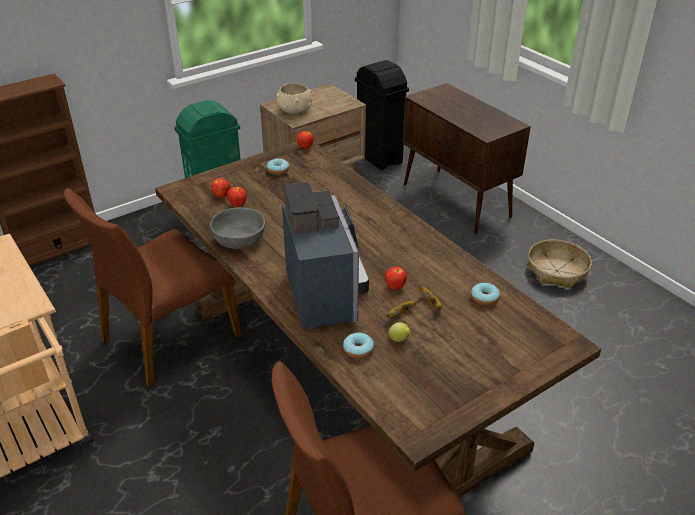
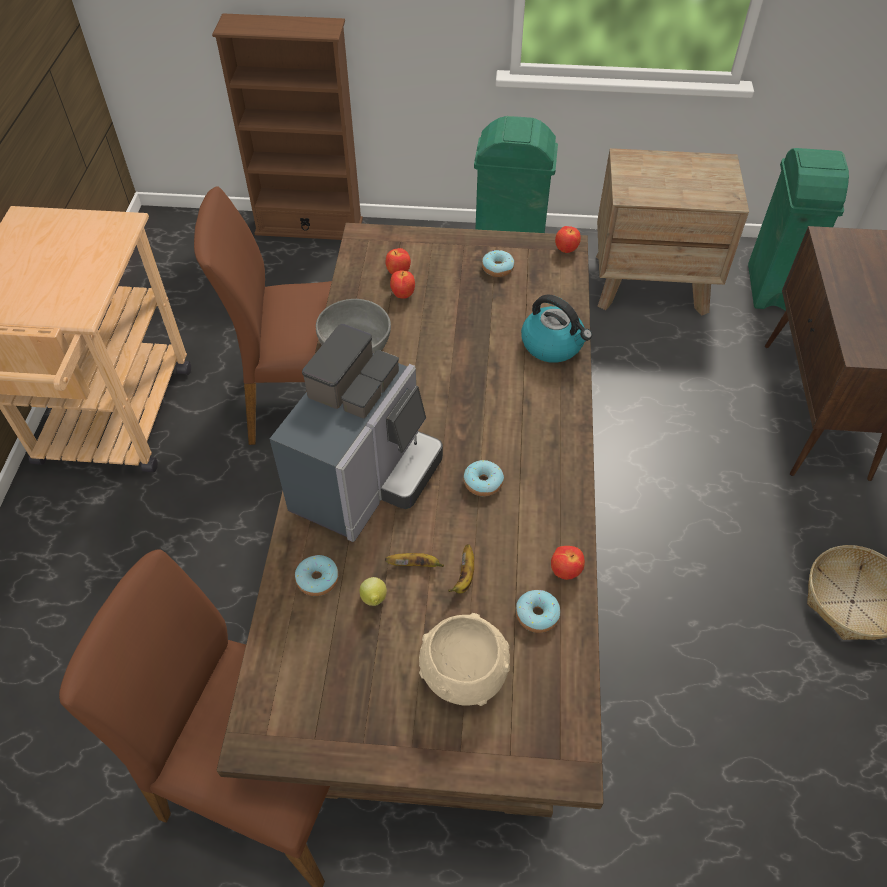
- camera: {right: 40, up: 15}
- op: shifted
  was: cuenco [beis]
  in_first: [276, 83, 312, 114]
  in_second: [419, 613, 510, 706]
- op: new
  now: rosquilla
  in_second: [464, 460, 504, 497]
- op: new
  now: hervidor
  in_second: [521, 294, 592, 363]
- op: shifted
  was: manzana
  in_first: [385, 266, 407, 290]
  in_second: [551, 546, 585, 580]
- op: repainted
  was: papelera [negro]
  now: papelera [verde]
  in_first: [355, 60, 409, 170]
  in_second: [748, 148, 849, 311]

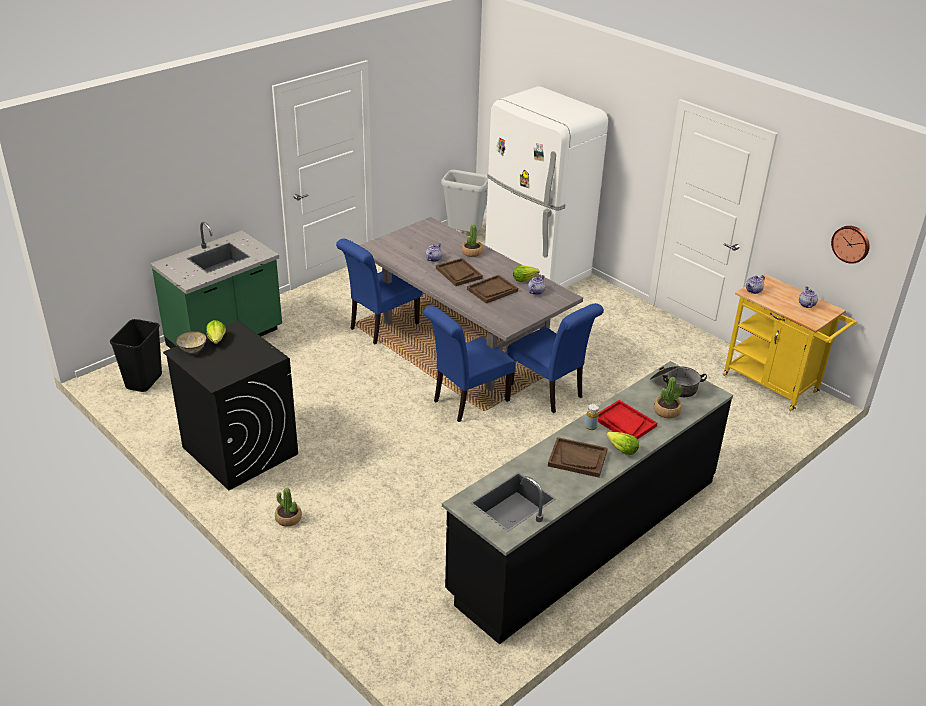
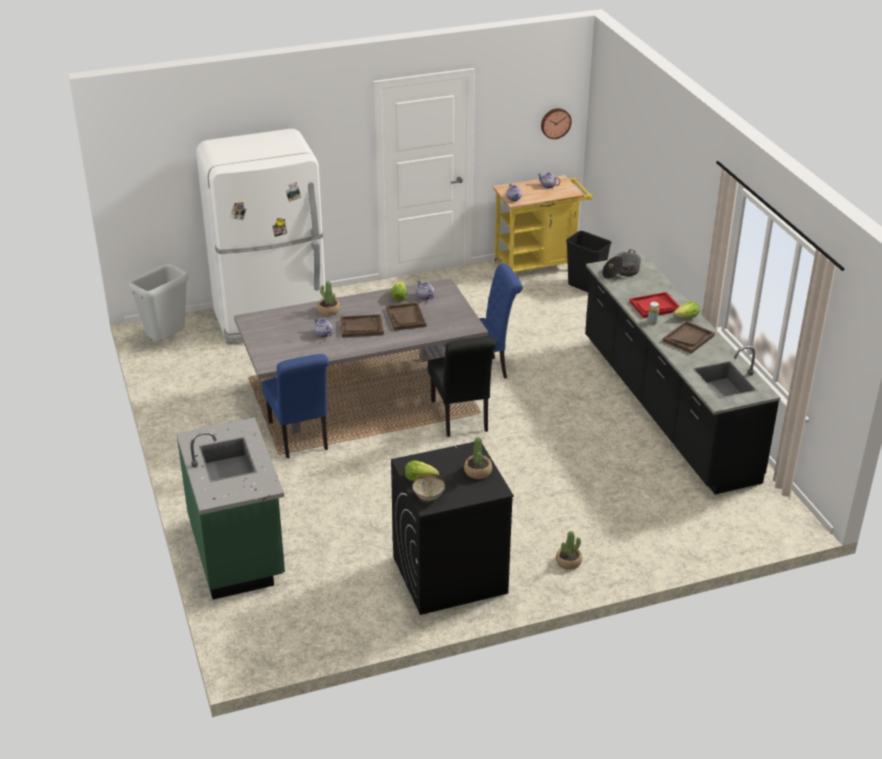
- camera: {right: -65, up: 0}
- op: repainted
  was: silla [azul]
  now: silla [negro]
  in_first: [423, 306, 516, 422]
  in_second: [428, 337, 496, 437]
- op: shifted
  was: planta en maceta
  in_first: [654, 377, 682, 419]
  in_second: [464, 437, 492, 479]
- op: shifted
  was: papelera [negro]
  in_first: [110, 319, 162, 392]
  in_second: [566, 231, 611, 292]

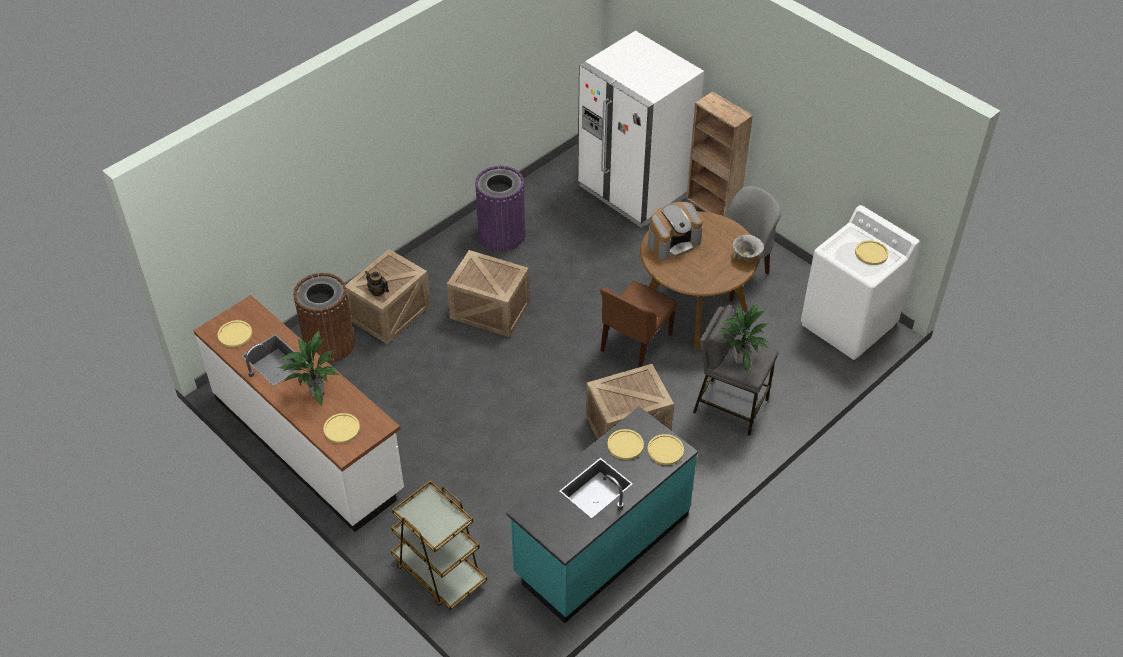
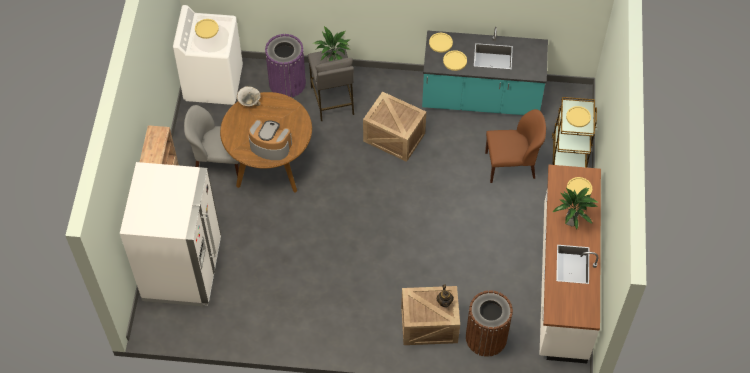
- camera: {right: -130, up: 10}
- op: shifted
  was: papelera [morado]
  in_first: [475, 166, 525, 251]
  in_second: [265, 34, 306, 97]
- op: shifted
  was: silla [marrón]
  in_first: [600, 281, 677, 368]
  in_second: [485, 109, 546, 183]
- op: shifted
  was: plato [amarillo]
  in_first: [218, 320, 252, 348]
  in_second: [566, 106, 591, 127]
- op: gone
  was: caja de embalaje
  in_first: [447, 250, 530, 337]

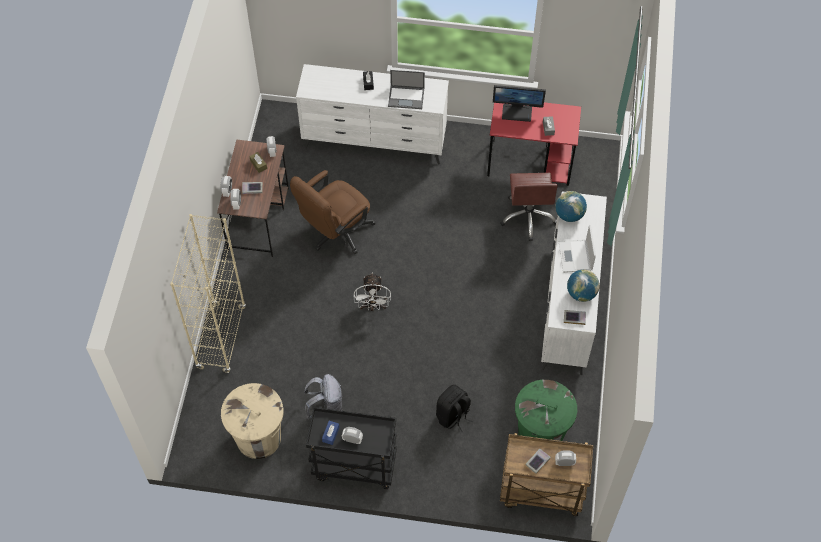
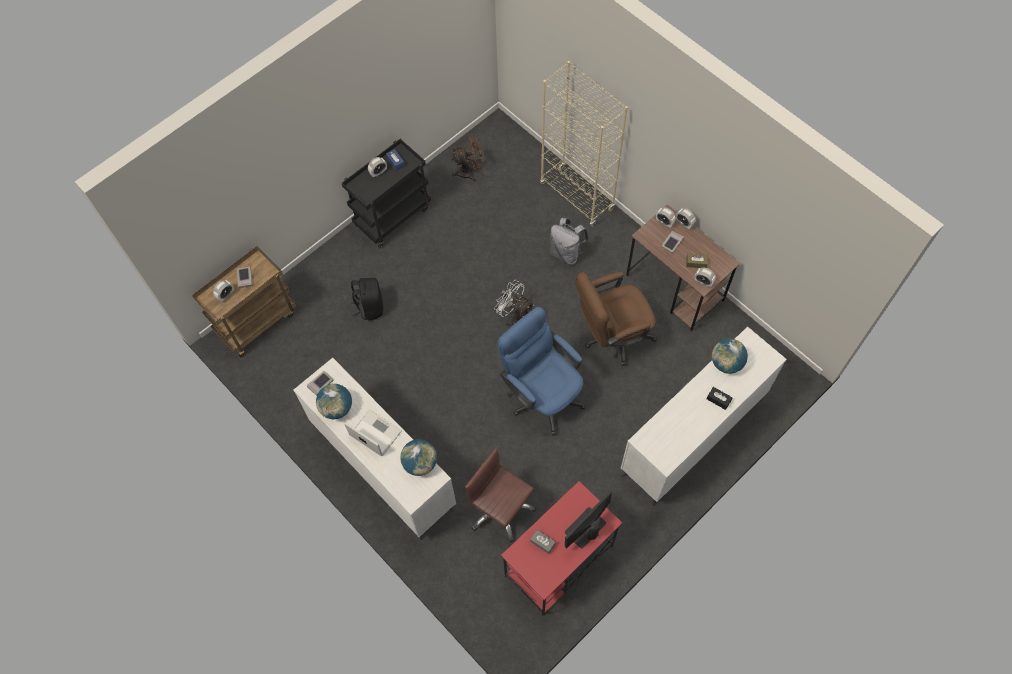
- camera: {right: 130, up: 5}
- op: swapped
  was: papelera [beis]
  now: ventilador [marrón]
  in_first: [221, 383, 284, 459]
  in_second: [451, 134, 485, 181]
- op: new
  now: silla de oficina [azul]
  in_second: [498, 307, 585, 436]
- op: shifted
  was: mochila [gris]
  in_first: [304, 374, 342, 419]
  in_second: [550, 218, 589, 265]
- op: rotated
  was: silla de oficina [marrón]
  in_first: [290, 170, 376, 254]
  in_second: [575, 272, 657, 366]
  clockwise: -105
- op: new
  now: globo terráqueo
  in_second: [712, 339, 748, 374]
- op: gone
  was: portátil
  in_first: [388, 70, 425, 109]
- op: gone
  was: papelera [verde]
  in_first: [515, 380, 577, 441]

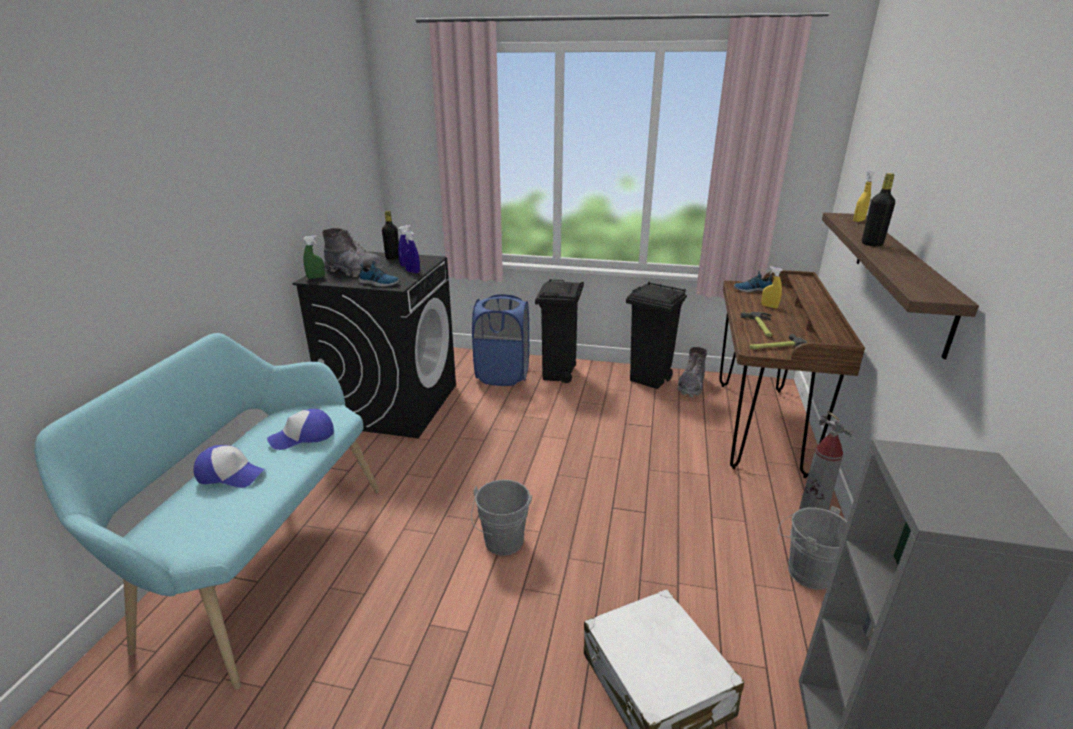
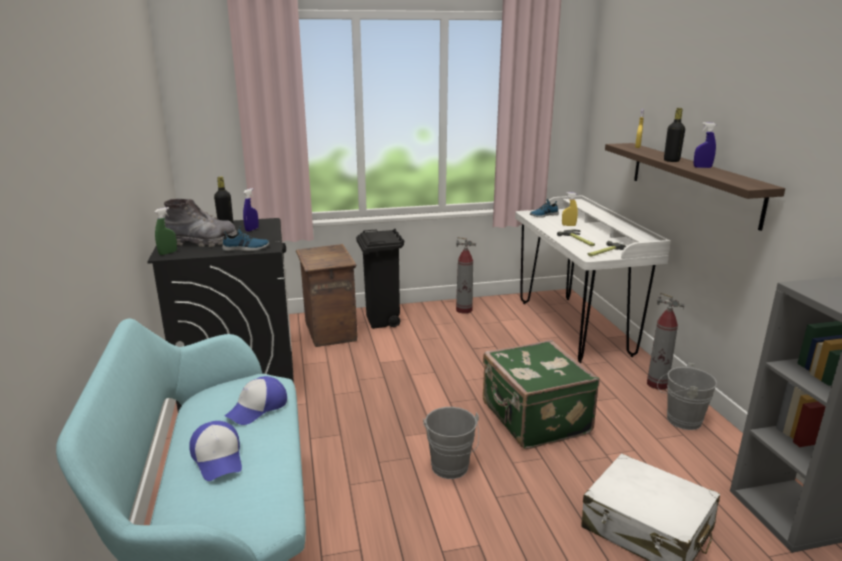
- camera: {right: -25, up: -5}
- op: rotated
  was: gorra
  in_first: [193, 445, 266, 488]
  in_second: [189, 421, 242, 481]
  clockwise: 75
- op: swapped
  was: cesto de la ropa [azul]
  now: caja de embalaje
  in_first: [472, 294, 529, 386]
  in_second: [296, 244, 358, 347]
- op: swapped
  was: papelera [negro]
  now: extintor
  in_first: [626, 282, 687, 389]
  in_second: [456, 237, 476, 314]
- op: new
  now: maleta [verde]
  in_second: [483, 340, 600, 449]
- op: repainted
  was: escritorio [marrón]
  now: escritorio [blanco]
  in_first: [719, 270, 865, 478]
  in_second: [515, 195, 671, 363]
- op: shifted
  was: pulverizador [azul]
  in_first: [403, 231, 420, 274]
  in_second: [693, 122, 716, 168]
- op: gone
  was: bota [gris]
  in_first: [677, 347, 707, 397]

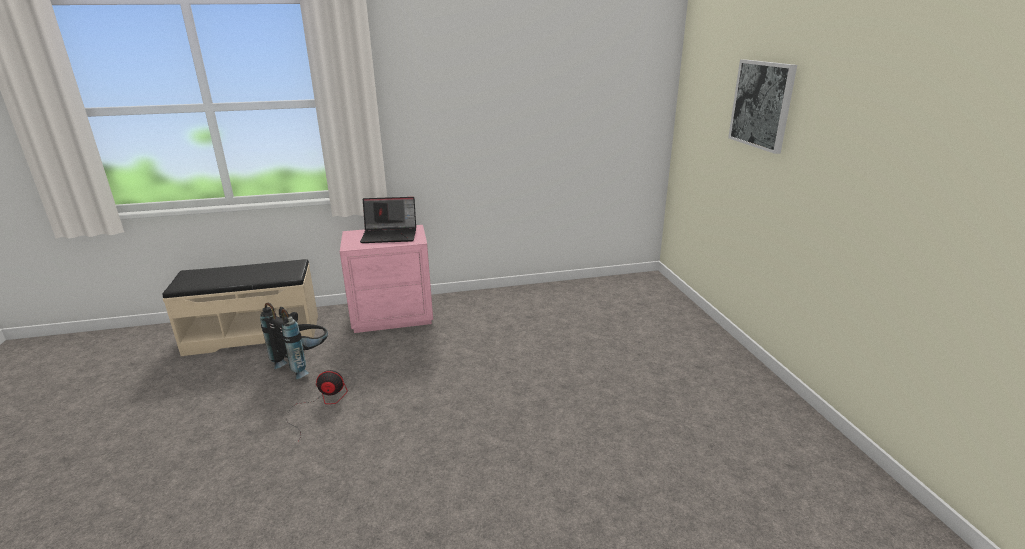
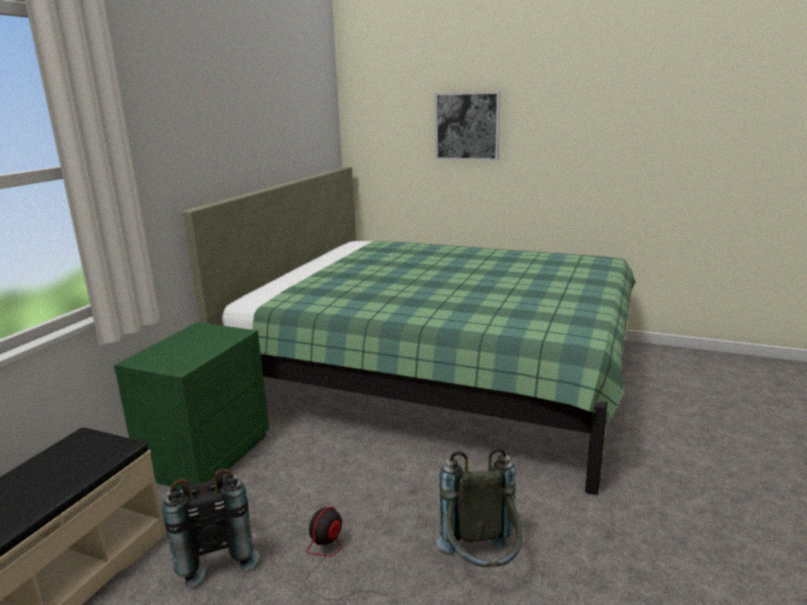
- camera: {right: -55, up: -5}
- op: repainted
  was: mesita de noche [rosa]
  now: mesita de noche [verde]
  in_first: [340, 225, 433, 333]
  in_second: [114, 322, 269, 490]
- op: new
  now: cama [verde]
  in_second: [183, 167, 636, 495]
- op: new
  now: mochila [gris]
  in_second: [436, 448, 523, 567]
- op: gone
  was: portátil
  in_first: [360, 197, 416, 243]

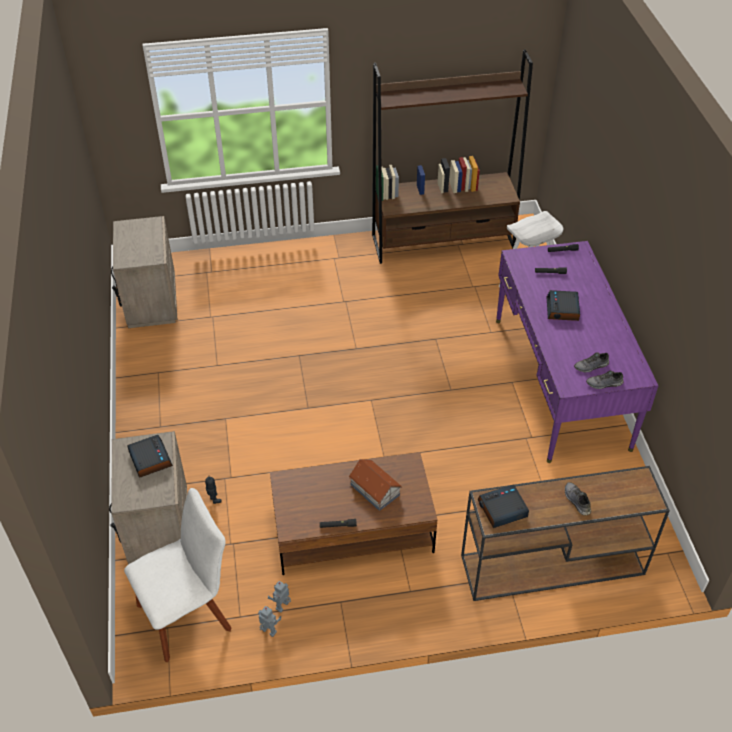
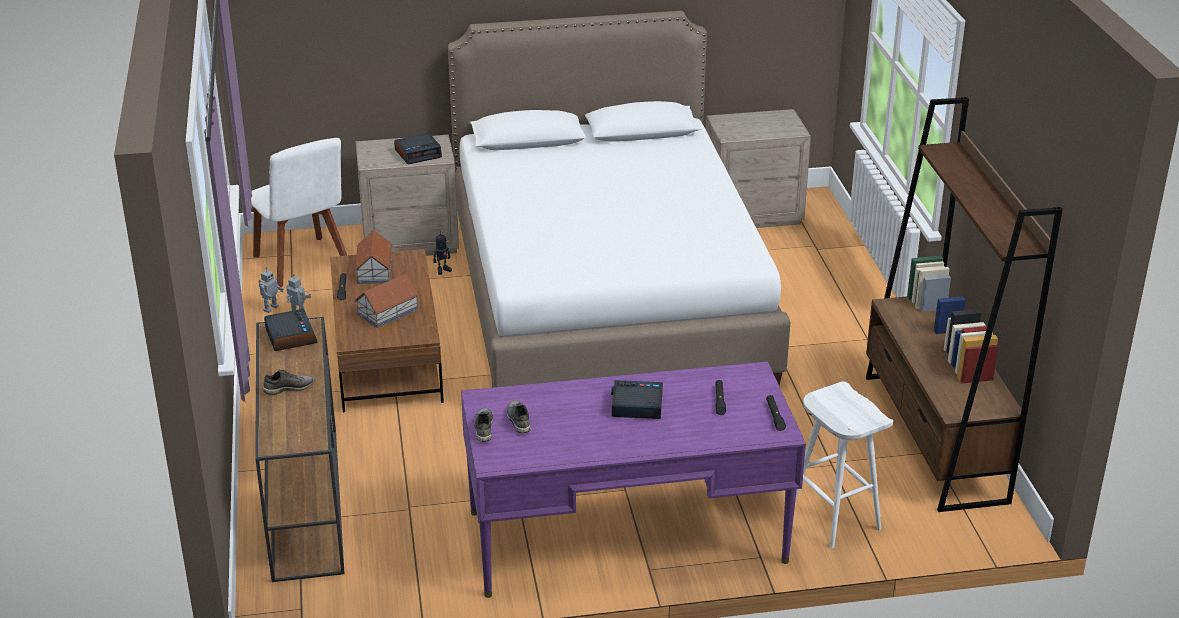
- camera: {right: 90, up: -15}
- op: new
  now: casita
  in_second: [354, 230, 393, 284]
- op: new
  now: cama [blanco]
  in_second: [448, 11, 790, 388]

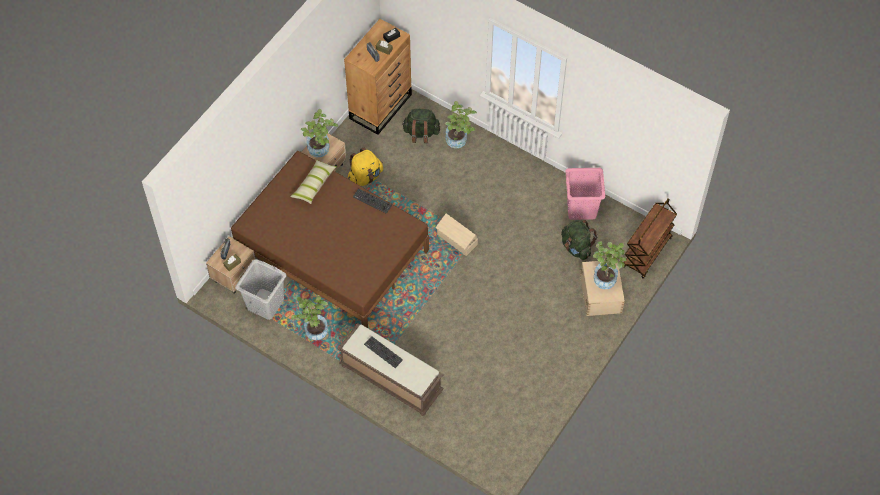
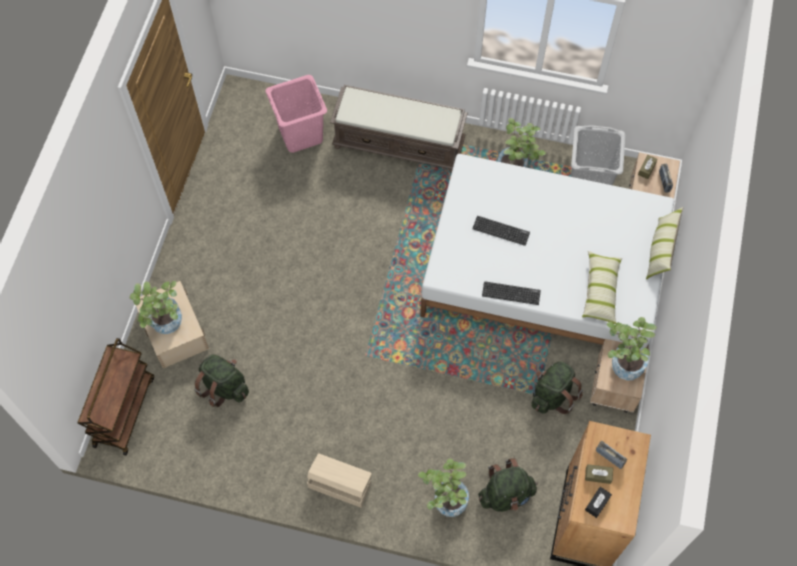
- camera: {right: 160, up: 5}
- op: shifted
  was: cesto de la ropa [rosa]
  in_first: [565, 168, 605, 220]
  in_second: [265, 75, 327, 153]
- op: shifted
  was: caja de almacenaje [beis]
  in_first: [436, 213, 478, 256]
  in_second: [307, 453, 372, 508]
- op: repainted
  was: cama [marrón]
  now: cama [blanco]
  in_first: [231, 151, 429, 328]
  in_second: [420, 154, 674, 348]
- op: shifted
  was: teclado
  in_first: [364, 336, 403, 368]
  in_second: [472, 216, 530, 246]
- op: repainted
  was: mochila [amarillo]
  now: mochila [verde]
  in_first: [347, 147, 383, 186]
  in_second: [531, 361, 583, 414]
- op: new
  now: cojín
  in_second: [646, 207, 683, 280]

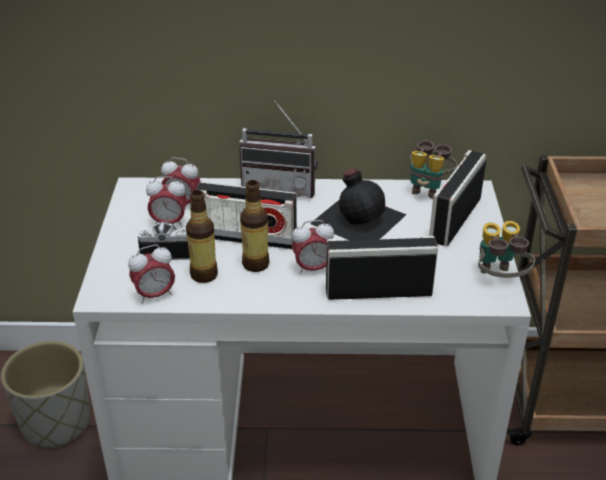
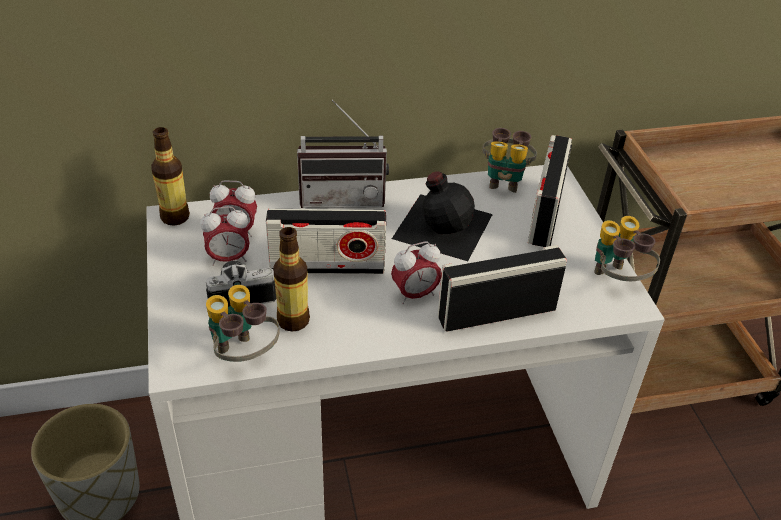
- camera: {right: -15, up: 5}
- op: shifted
  was: botella
  in_first: [240, 180, 270, 272]
  in_second: [151, 127, 190, 226]
- op: swapped
  was: despertador
  now: prismáticos
  in_first: [128, 245, 175, 304]
  in_second: [206, 285, 280, 362]

